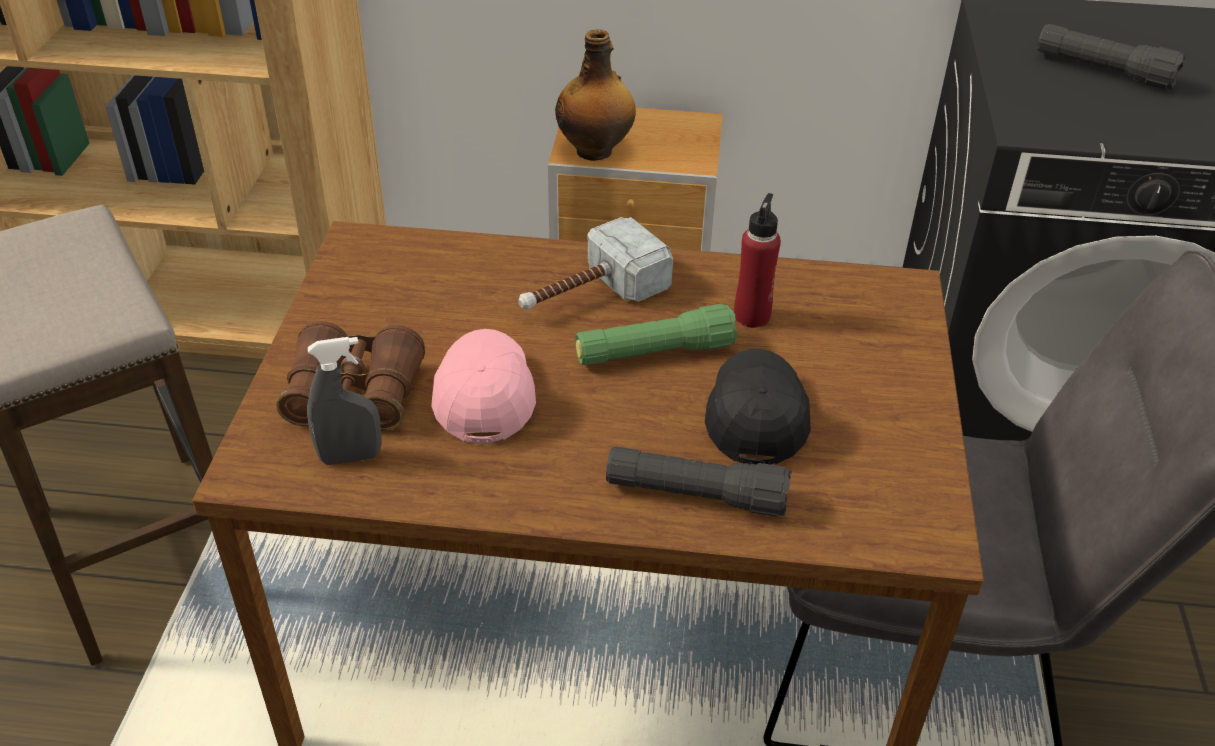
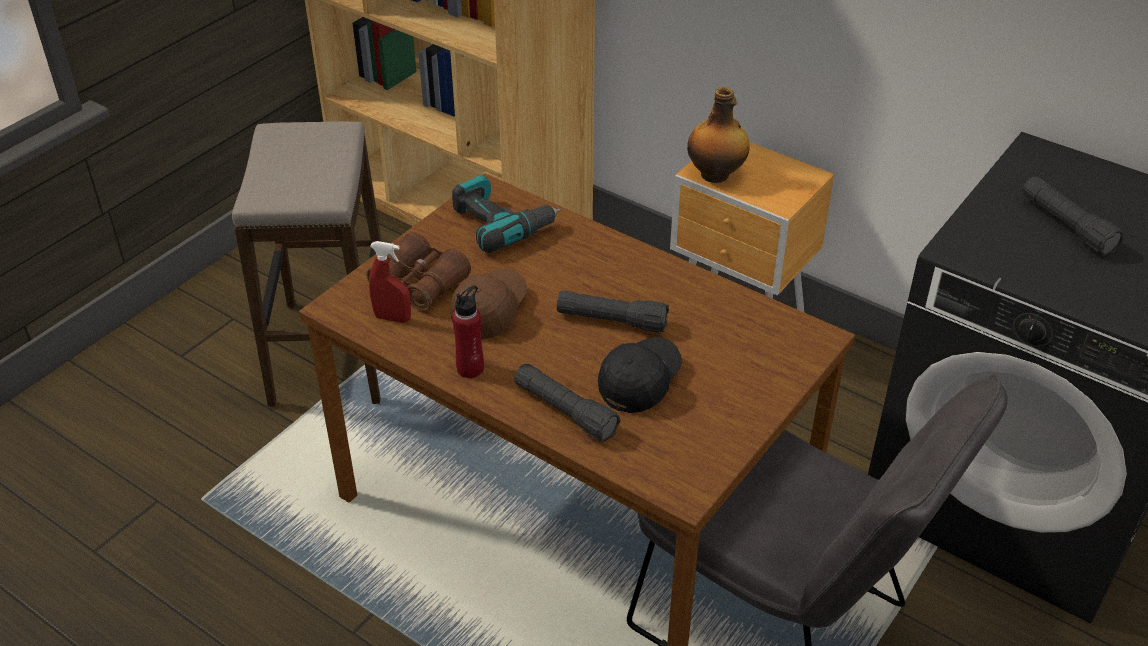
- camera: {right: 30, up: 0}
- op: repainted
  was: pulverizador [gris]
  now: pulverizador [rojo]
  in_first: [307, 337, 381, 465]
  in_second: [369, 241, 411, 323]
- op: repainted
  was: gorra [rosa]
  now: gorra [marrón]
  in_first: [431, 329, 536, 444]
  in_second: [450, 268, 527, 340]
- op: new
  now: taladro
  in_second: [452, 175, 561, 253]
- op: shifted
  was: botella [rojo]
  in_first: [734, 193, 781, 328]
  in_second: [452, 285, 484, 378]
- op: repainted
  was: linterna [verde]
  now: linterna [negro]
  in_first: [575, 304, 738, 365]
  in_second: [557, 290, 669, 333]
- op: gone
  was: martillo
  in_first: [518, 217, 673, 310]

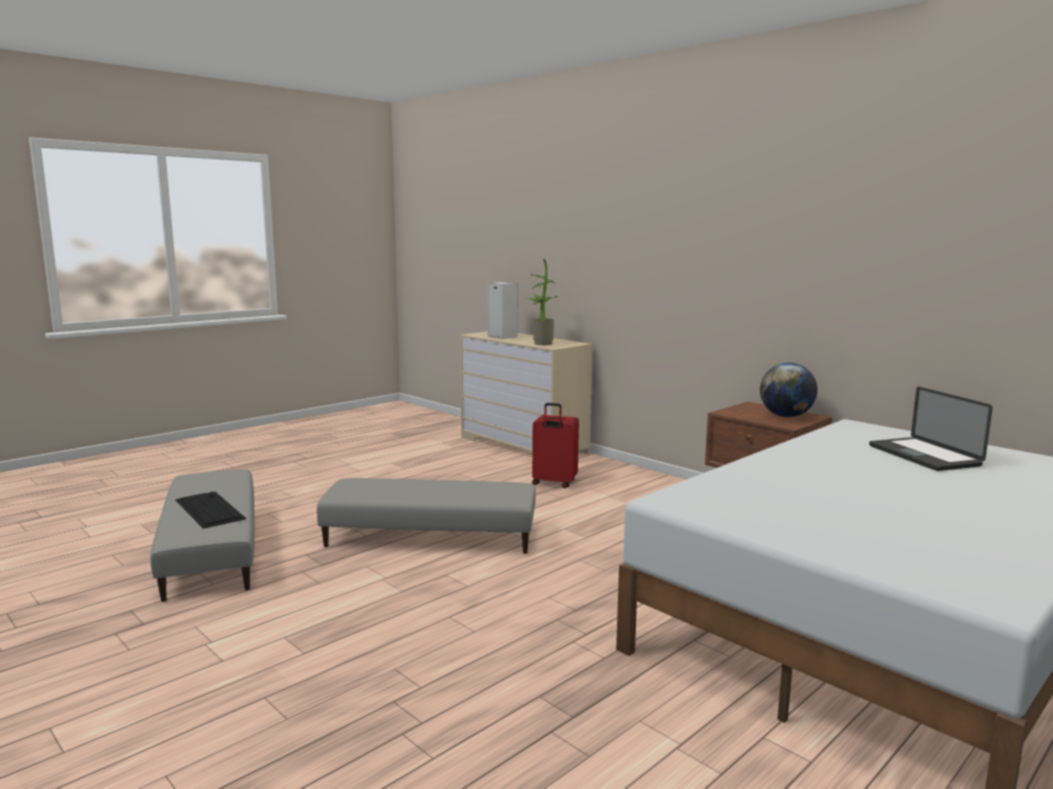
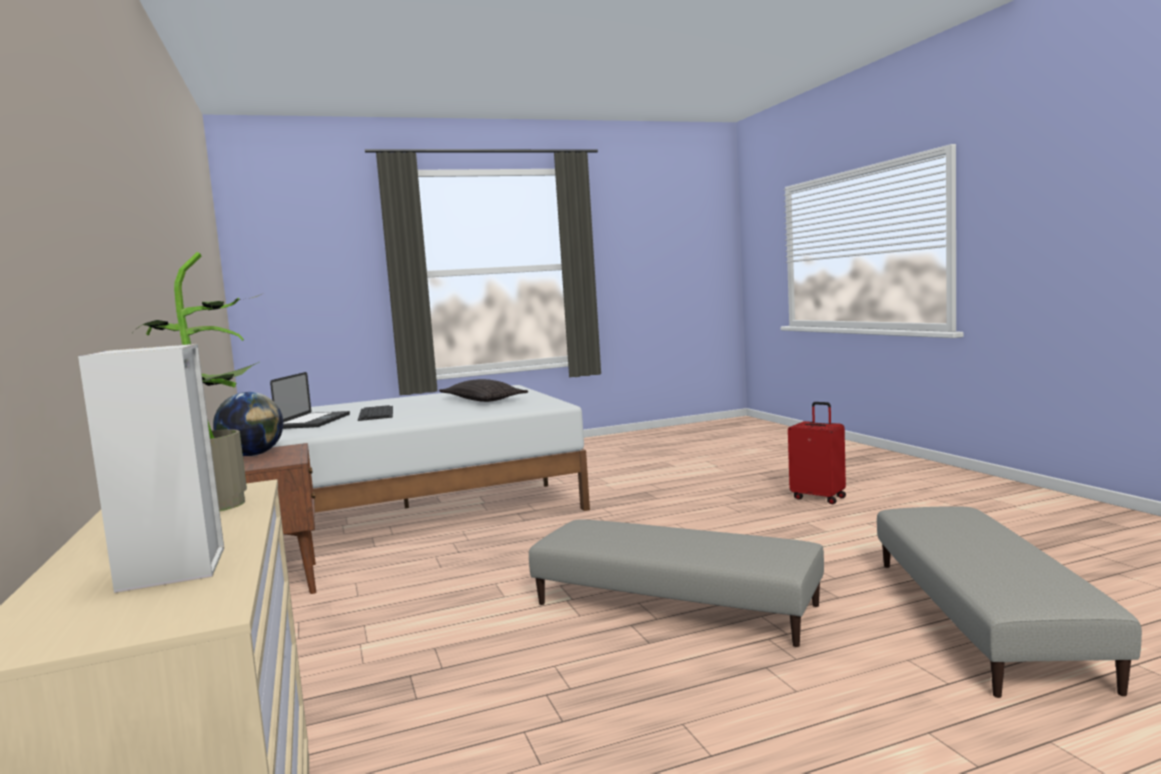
- camera: {right: -155, up: -5}
- op: shifted
  was: teclado
  in_first: [175, 492, 246, 529]
  in_second: [358, 405, 393, 421]
- op: new
  now: cojín
  in_second: [439, 379, 528, 402]
- op: shifted
  was: maleta [rojo]
  in_first: [532, 403, 579, 488]
  in_second: [788, 402, 846, 504]

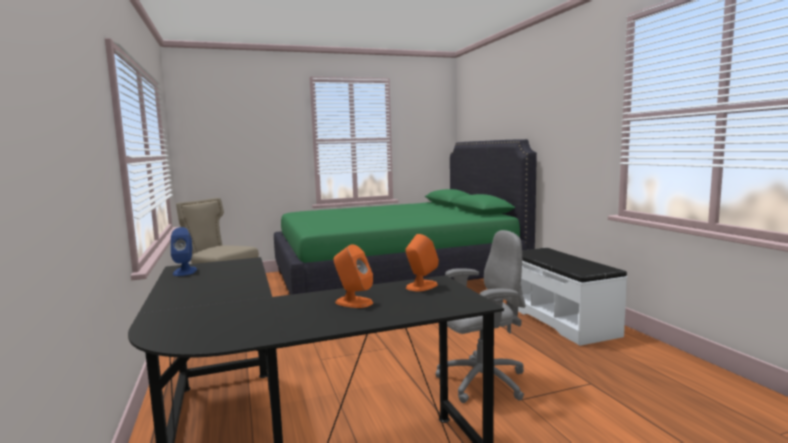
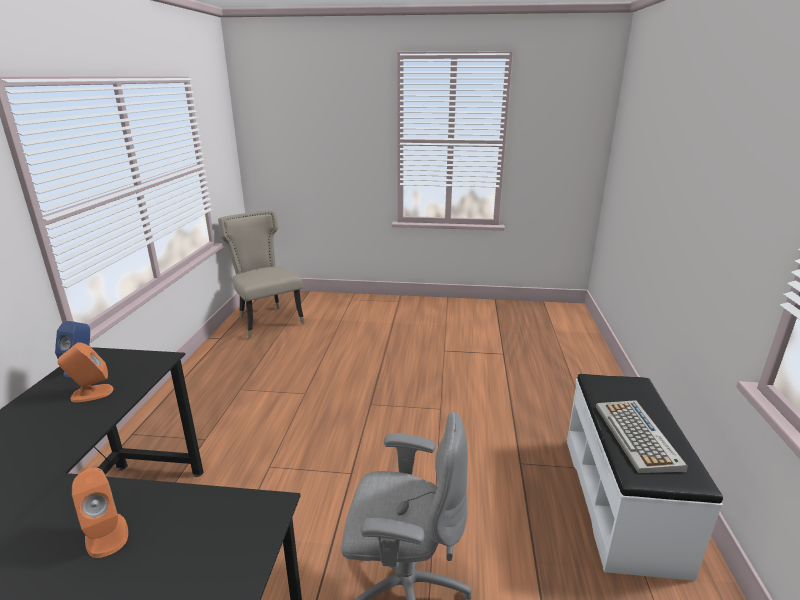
- camera: {right: 25, up: 15}
- op: shifted
  was: altavoz [naranja]
  in_first: [406, 234, 439, 291]
  in_second: [58, 342, 113, 402]
- op: new
  now: teclado
  in_second: [596, 400, 688, 473]
- op: gone
  was: cama [verde]
  in_first: [274, 139, 537, 295]

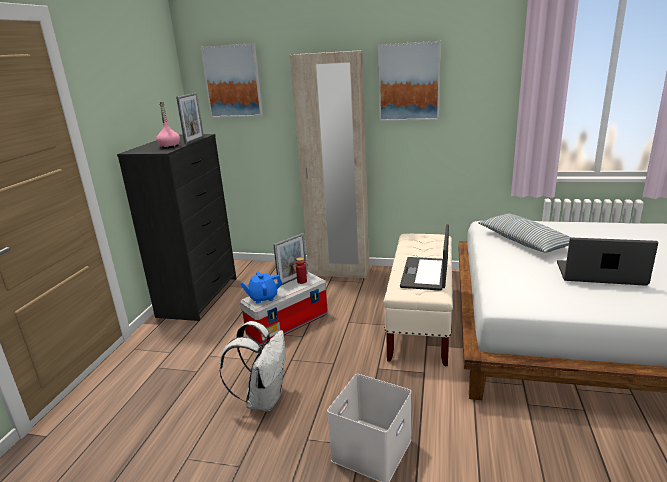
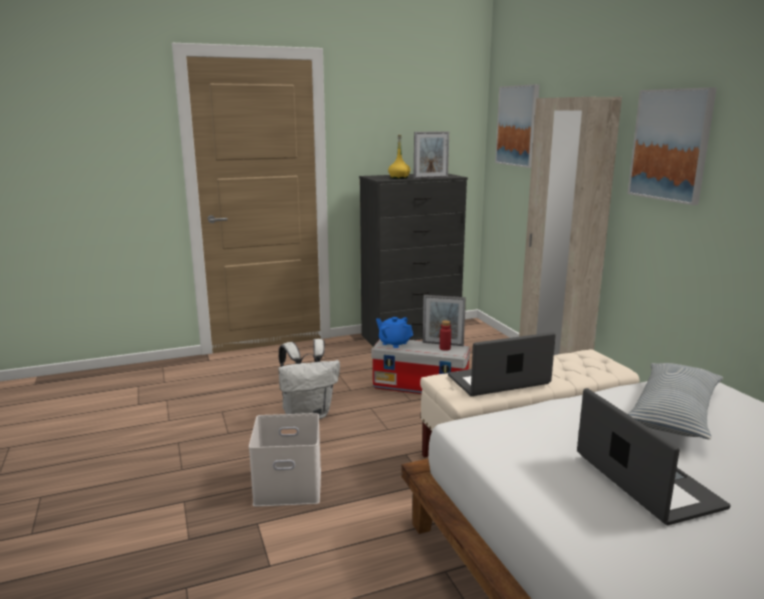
- camera: {right: 55, up: -5}
- op: repainted
  was: botella [rosa]
  now: botella [amarillo]
  in_first: [156, 102, 180, 148]
  in_second: [388, 135, 410, 179]

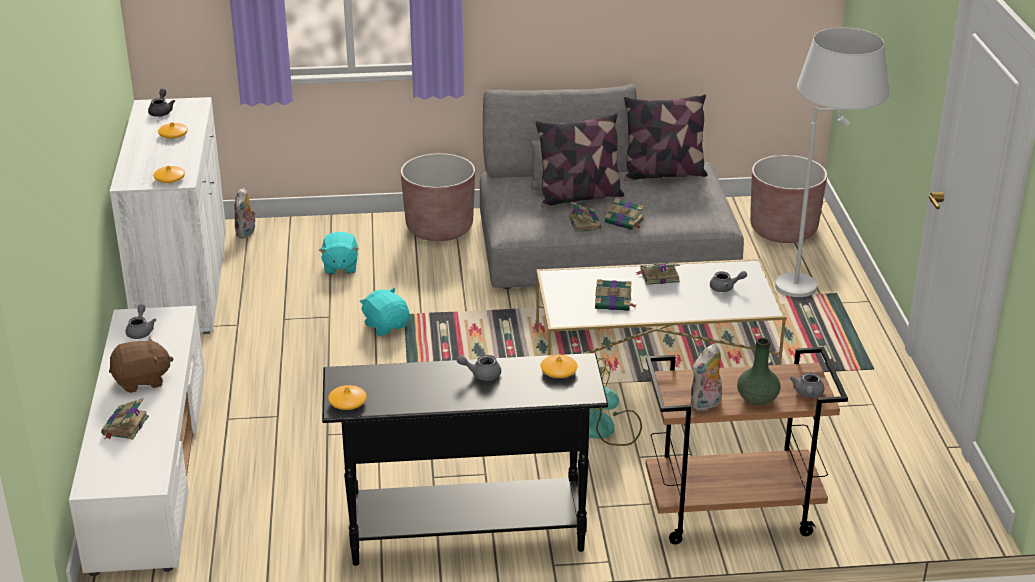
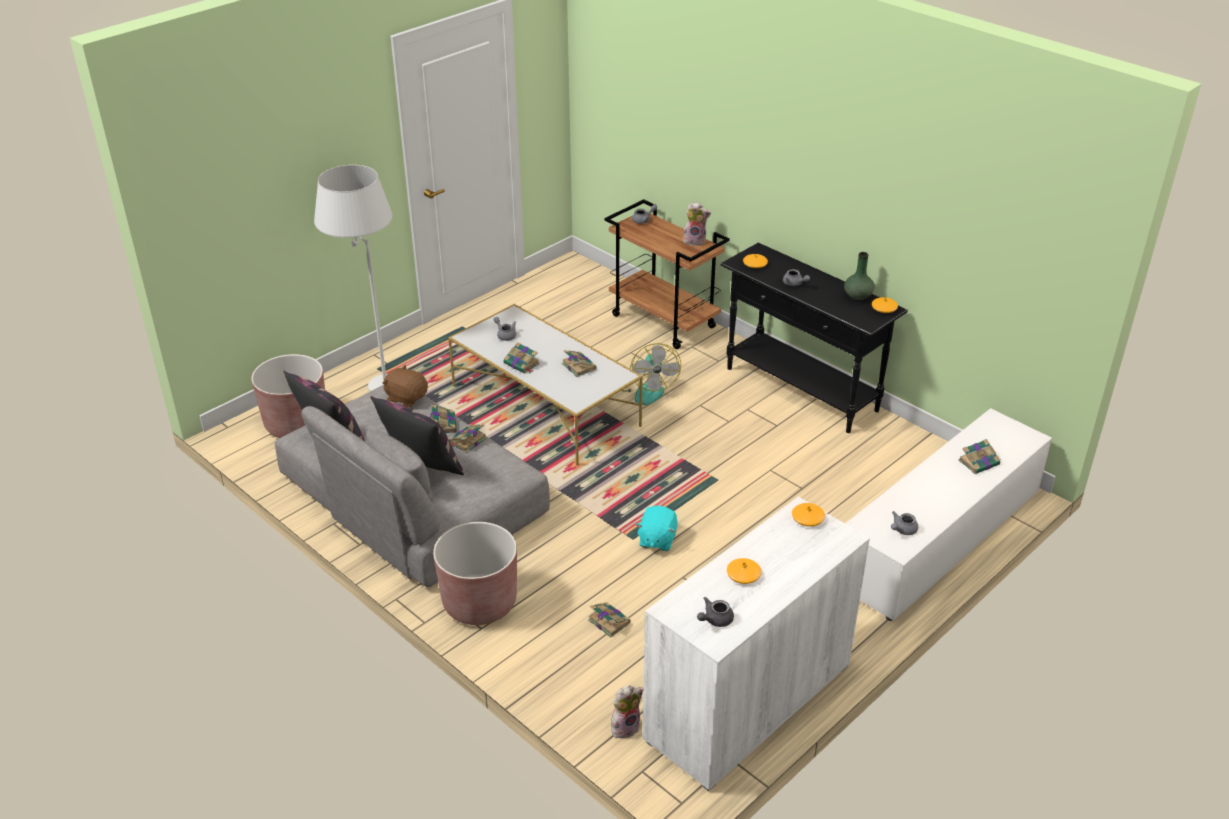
- camera: {right: -130, up: 5}
- op: shifted
  was: peluche [marrón]
  in_first: [109, 336, 173, 393]
  in_second: [382, 365, 428, 408]
- op: swapped
  was: peluche [turquesa]
  now: libro
  in_first: [319, 232, 359, 275]
  in_second: [588, 602, 631, 638]
- op: shifted
  was: florero [verde]
  in_first: [737, 338, 781, 405]
  in_second: [844, 252, 874, 300]

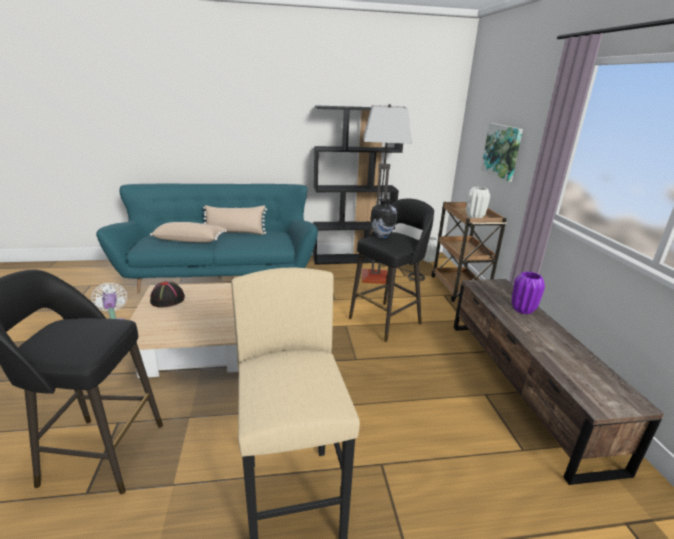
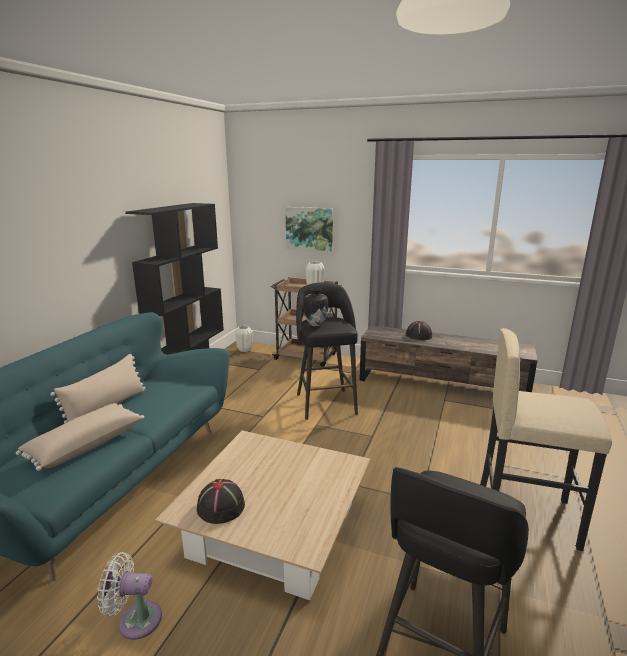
- camera: {right: -60, up: -5}
- op: swapped
  was: florero [morado]
  now: sombrero [negro]
  in_first: [512, 271, 545, 314]
  in_second: [406, 321, 432, 340]
- op: gone
  was: lámpara de pie
  in_first: [362, 104, 425, 284]

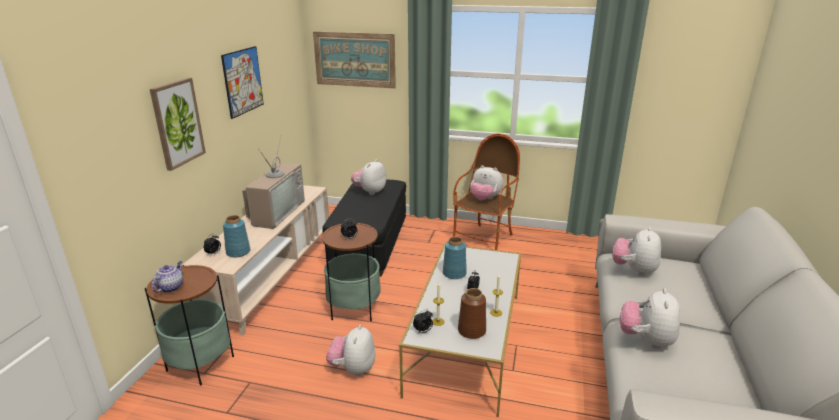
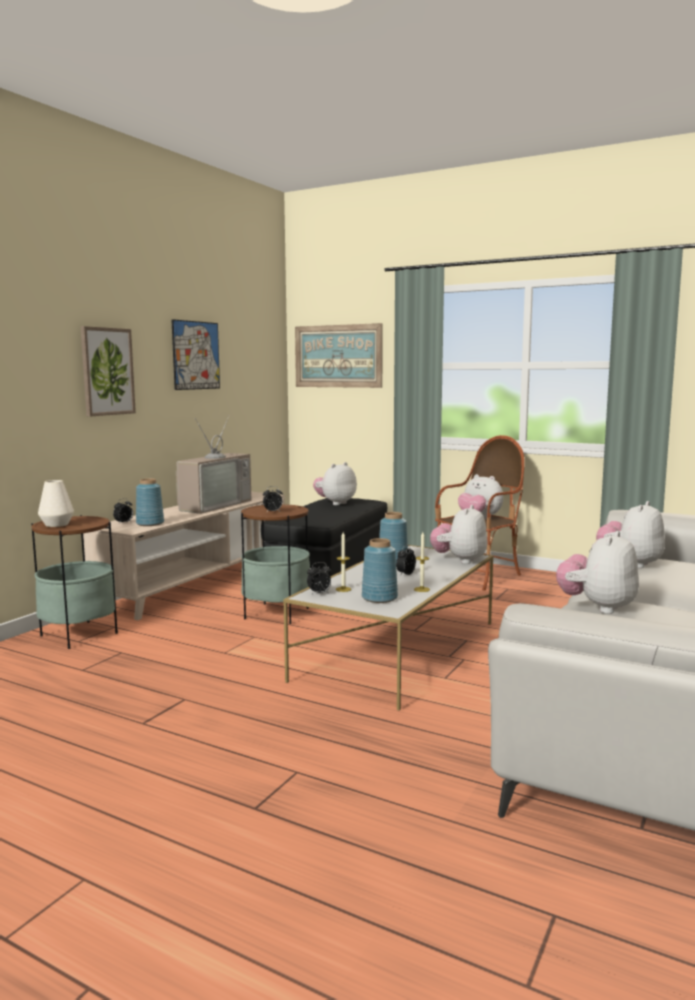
- camera: {right: 15, up: -15}
- op: swapped
  was: tetera
  now: florero [blanco]
  in_first: [151, 261, 183, 293]
  in_second: [38, 480, 74, 527]
- op: repainted
  was: florero [marrón]
  now: florero [azul]
  in_first: [458, 288, 486, 339]
  in_second: [362, 538, 398, 603]
- op: shifted
  was: peluche
  in_first: [326, 325, 375, 376]
  in_second: [430, 505, 488, 564]

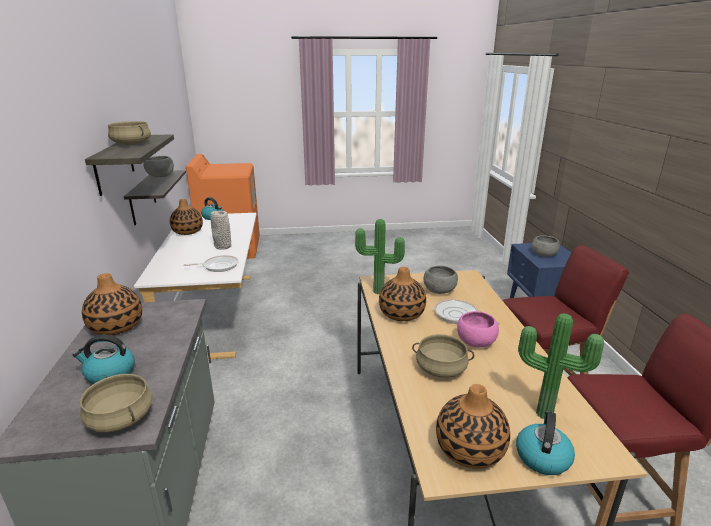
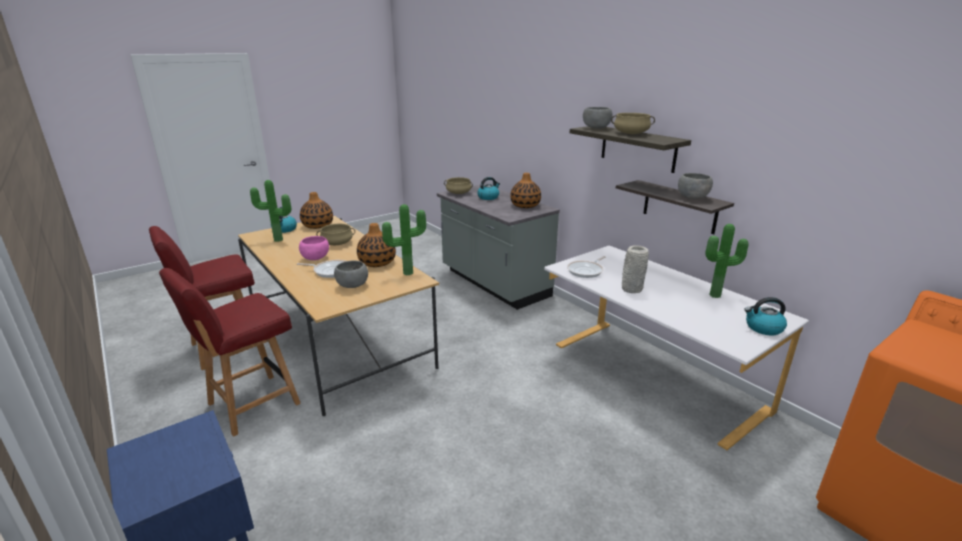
- camera: {right: 150, up: 0}
- op: shifted
  was: cuenco [gris]
  in_first: [532, 235, 560, 257]
  in_second: [583, 107, 613, 129]
- op: swapped
  was: florero
  now: planta en maceta
  in_first: [170, 199, 203, 235]
  in_second: [705, 224, 749, 298]

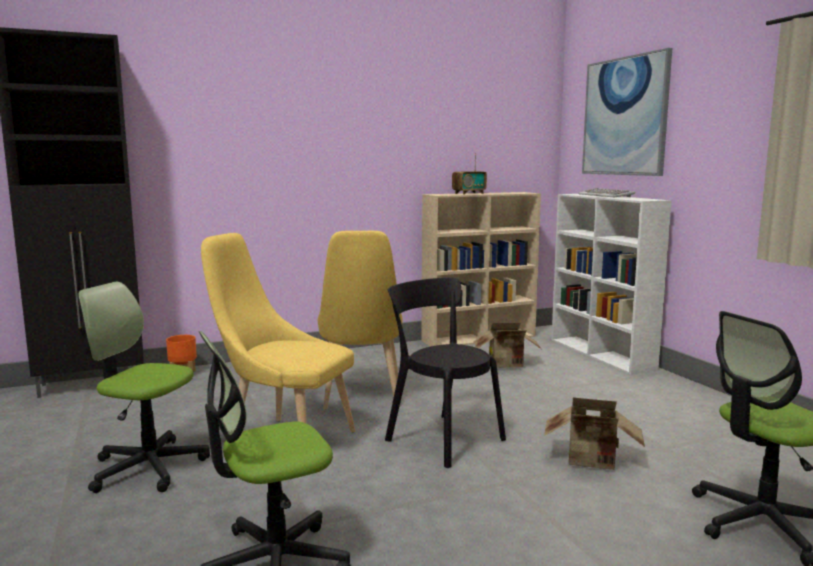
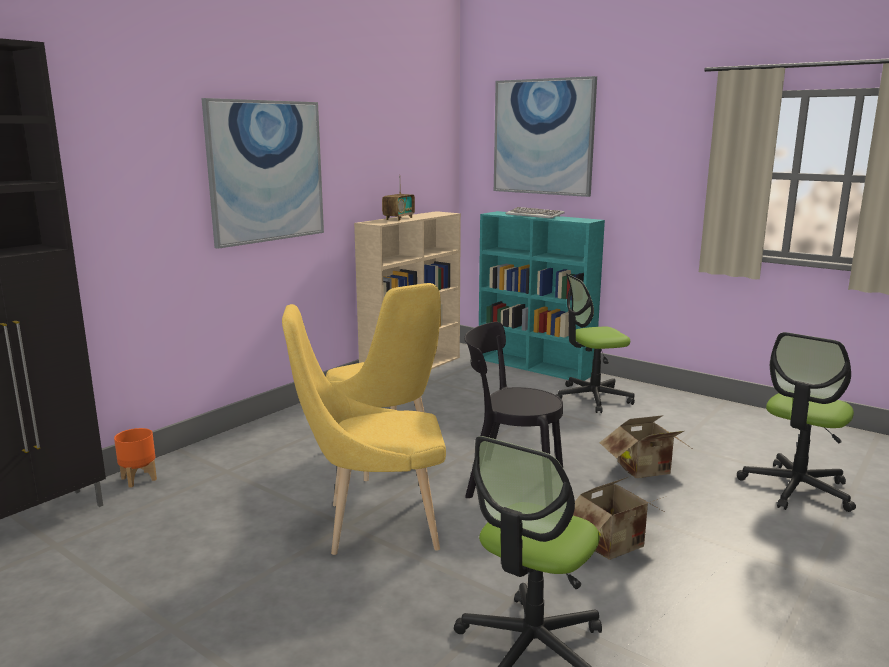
- camera: {right: -30, up: 5}
- op: new
  now: cuadro
  in_second: [201, 98, 324, 249]
- op: repainted
  was: estantería [blanco]
  now: estantería [turquesa]
  in_first: [551, 194, 672, 375]
  in_second: [479, 211, 605, 381]
- op: shifted
  was: silla de oficina
  in_first: [78, 282, 210, 493]
  in_second: [556, 273, 635, 413]
- op: shifted
  was: caja de cartón
  in_first: [473, 322, 541, 367]
  in_second: [573, 477, 666, 560]

